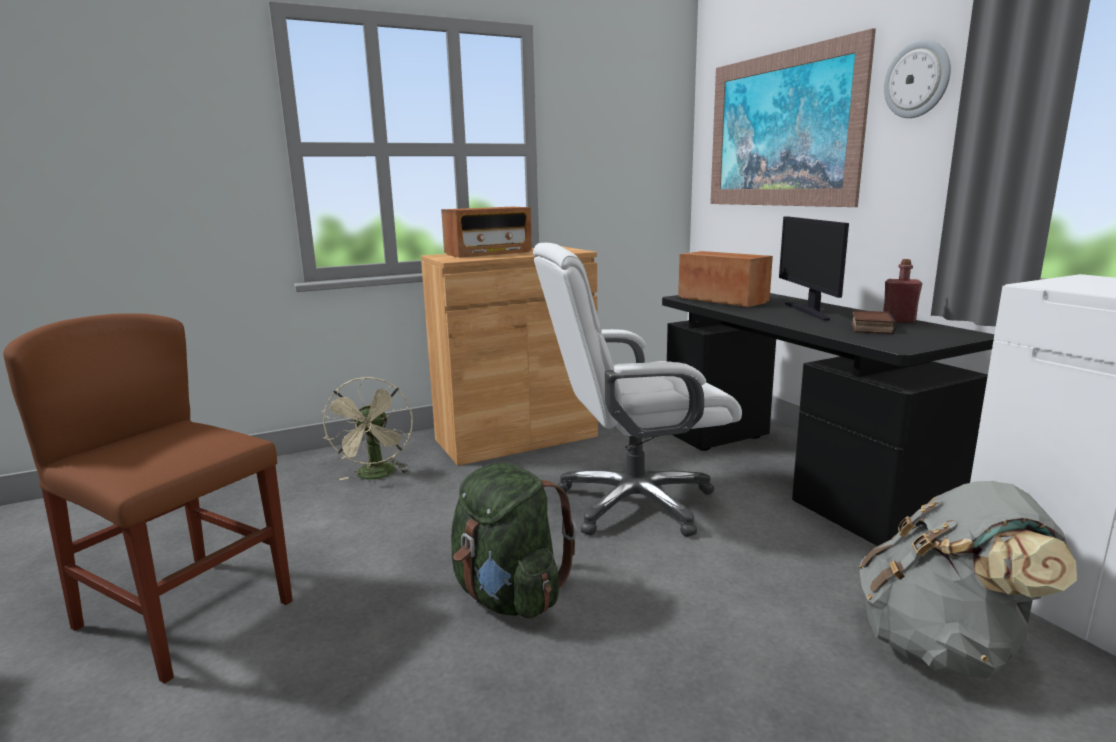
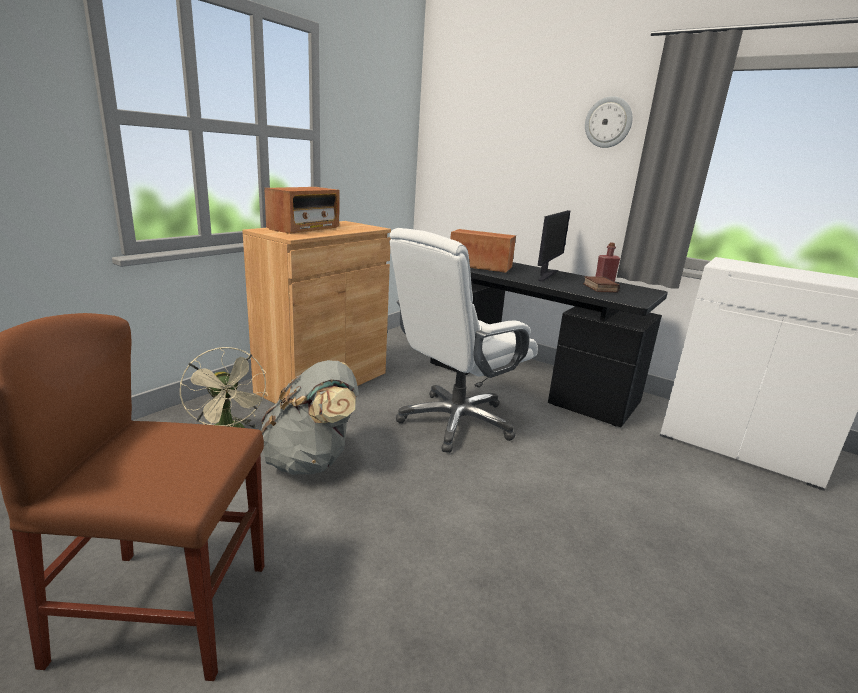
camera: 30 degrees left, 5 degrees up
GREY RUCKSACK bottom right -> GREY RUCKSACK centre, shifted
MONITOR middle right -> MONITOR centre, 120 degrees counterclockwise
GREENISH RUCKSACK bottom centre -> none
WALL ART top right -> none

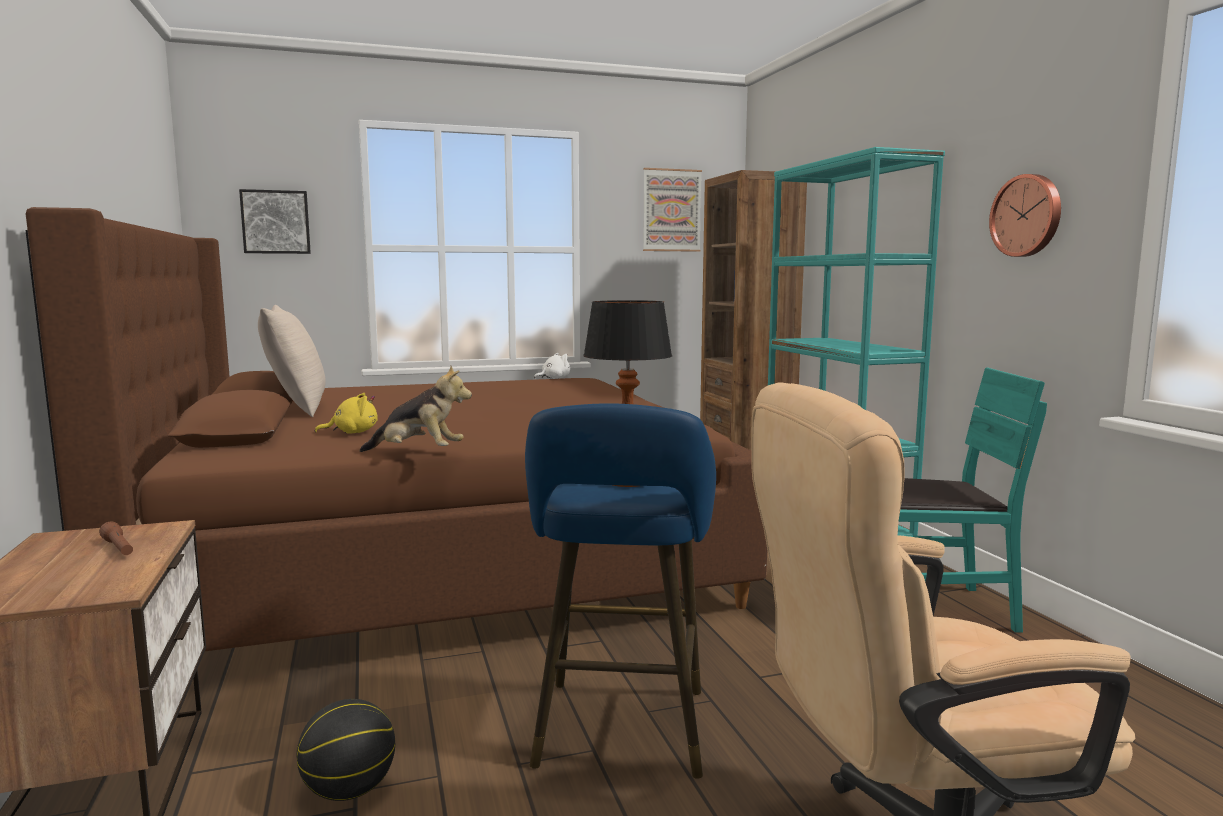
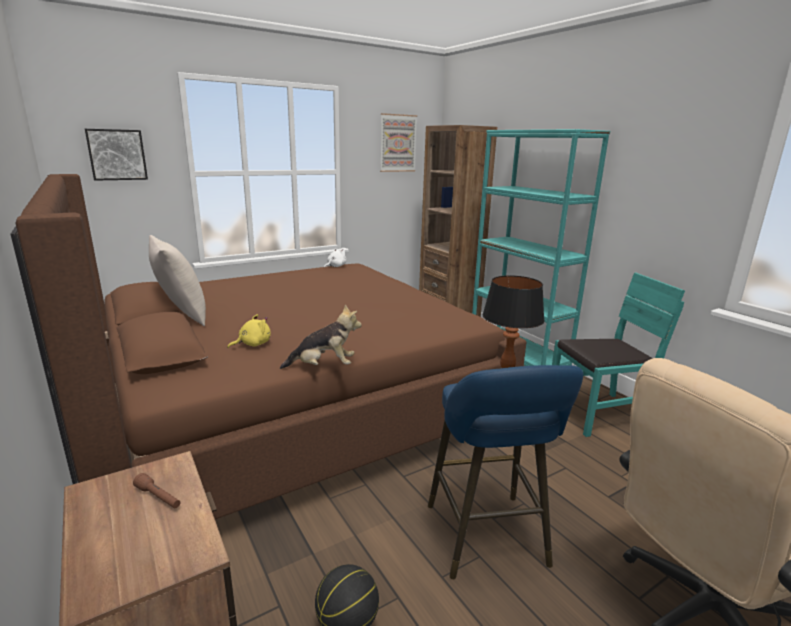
camera: 15 degrees left, 10 degrees up
WALL CLOCK top right -> none

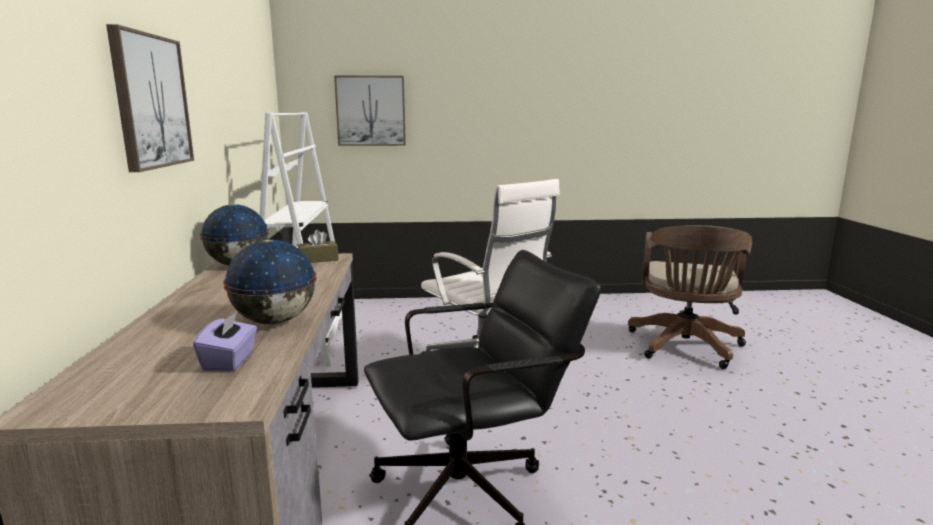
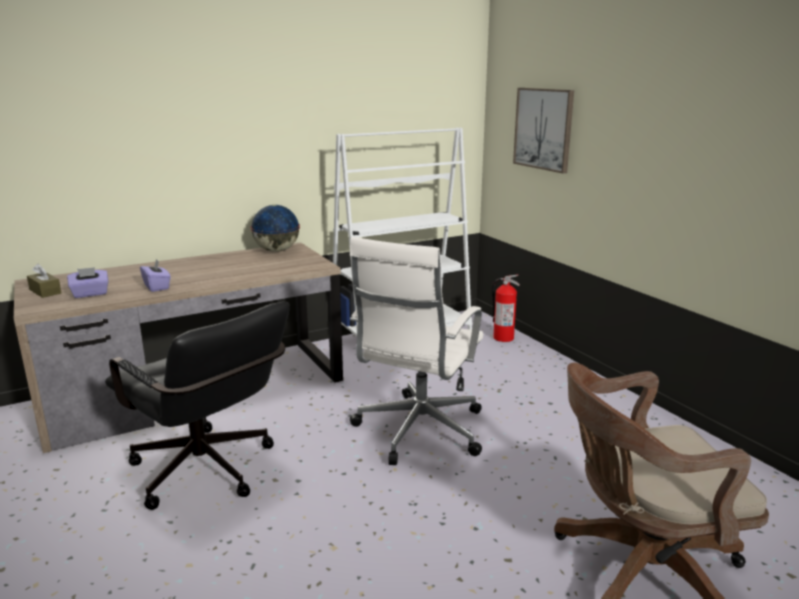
camera: 65 degrees right, 5 degrees up
BROWN-COLOURED TISSUE BOX centre -> BROWN-COLOURED TISSUE BOX middle left, shifted
WORLD GLOBE (no. 2 from left) middle left -> PURPLE TISSUE BOX (no. 2 from left) middle left
none -> FIRE EXTINGUISHER centre
WALL ART (no. 1 from left) top left -> none

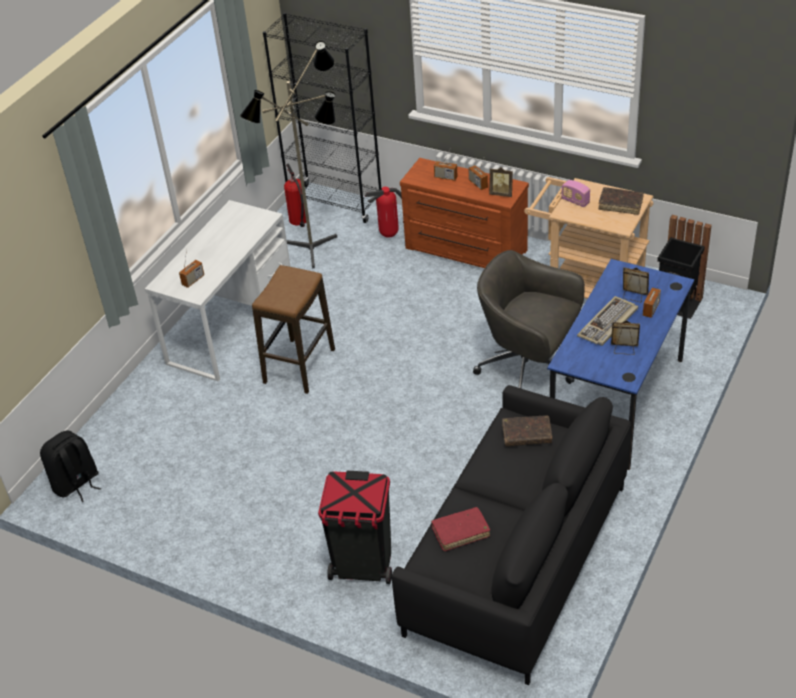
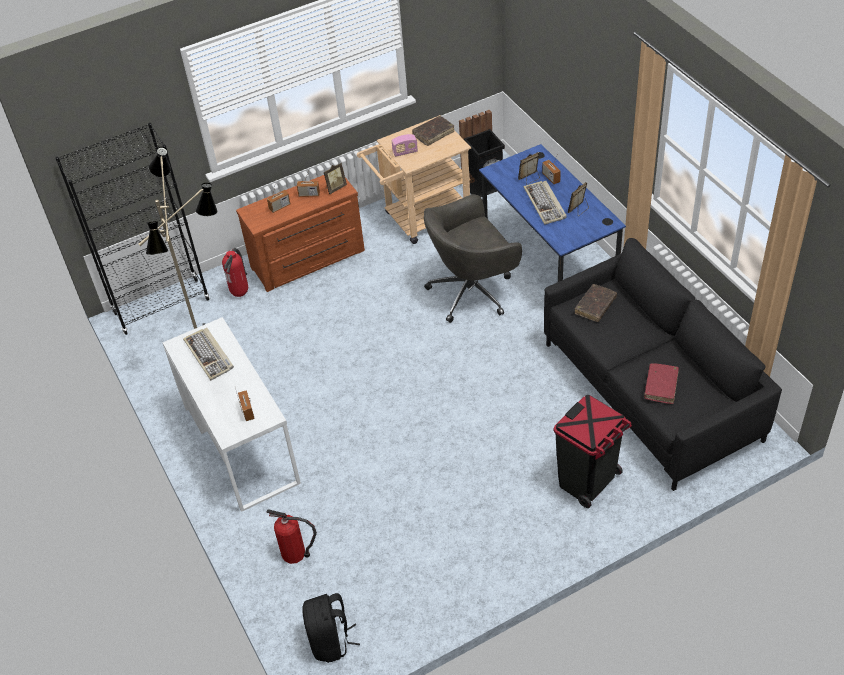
camera: 55 degrees left, 5 degrees up
none -> COMPUTER KEYBOARD (no. 1 from left) middle left
FIRE EXTINGUISHER (no. 1 from left in the first image) top centre -> FIRE EXTINGUISHER (no. 2 from left) bottom centre, shifted
SITTING STOOL centre -> none

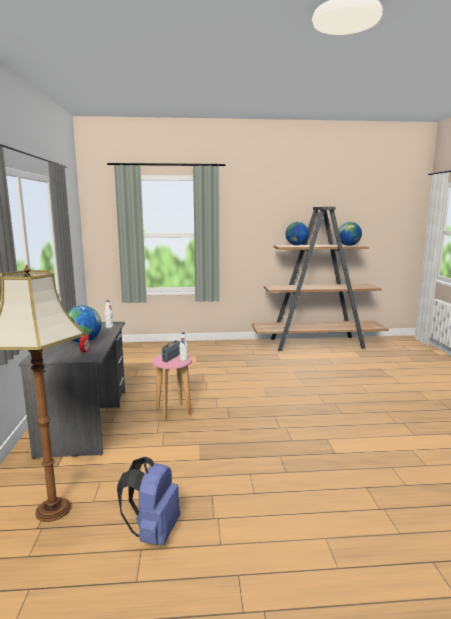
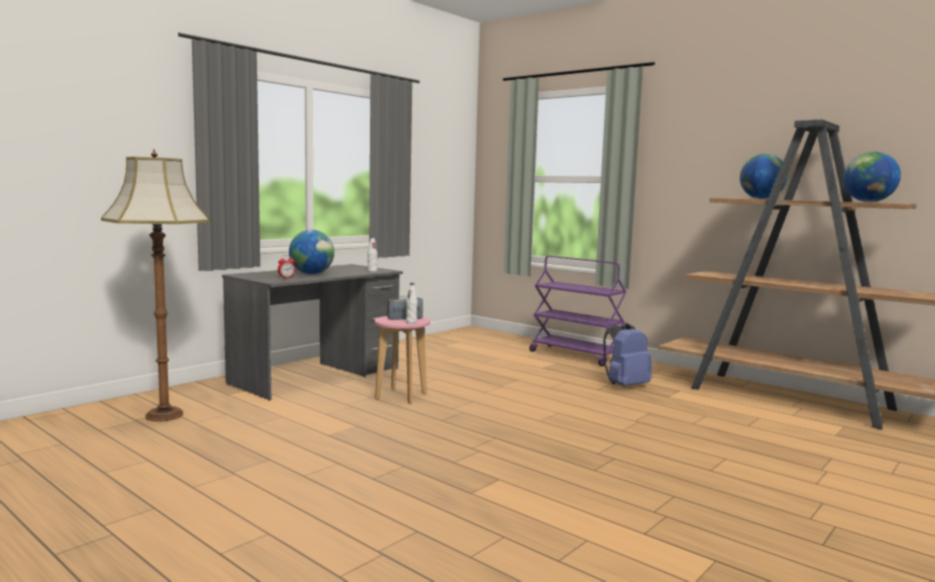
camera: 45 degrees right, 5 degrees down
none -> PURPLE WHEELED CART centre
BLUE-COLOURED RUCKSACK bottom left -> BLUE-COLOURED RUCKSACK middle right, shifted

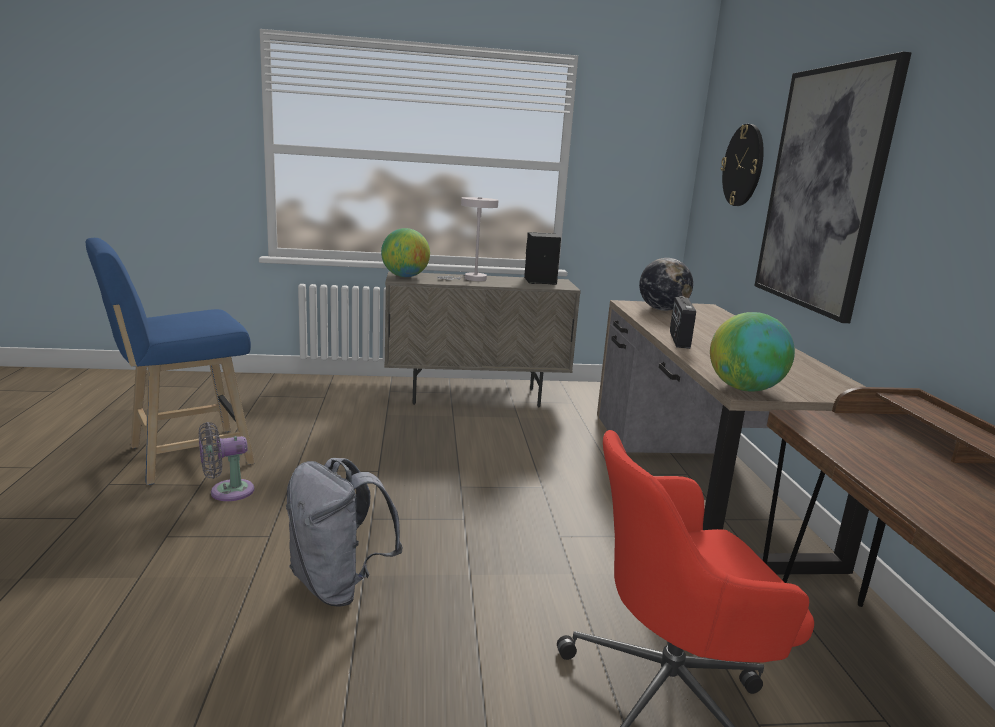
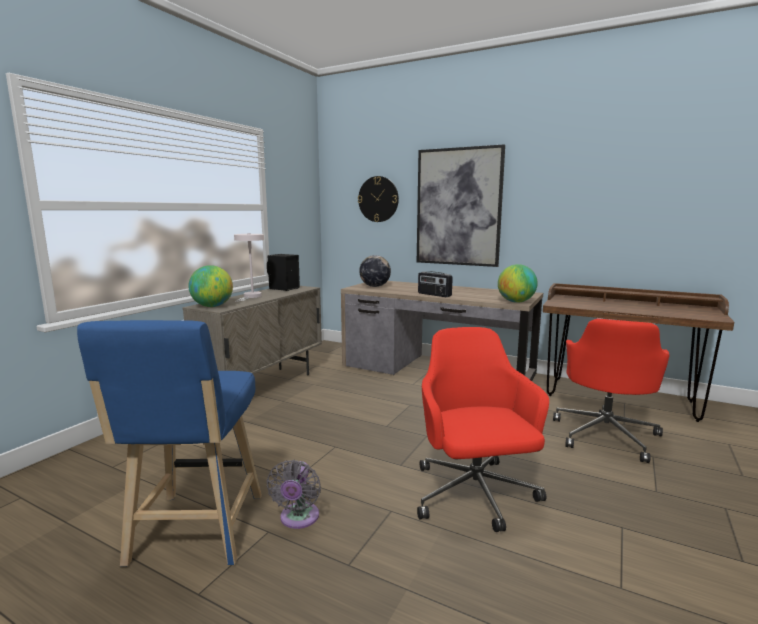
camera: 55 degrees left, 5 degrees down
GREY RUCKSACK bottom centre -> REDDISH COMPUTER CHAIR (no. 1 from left) bottom centre

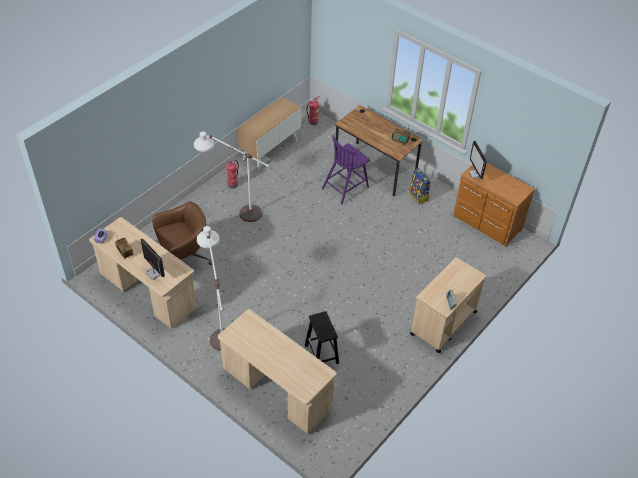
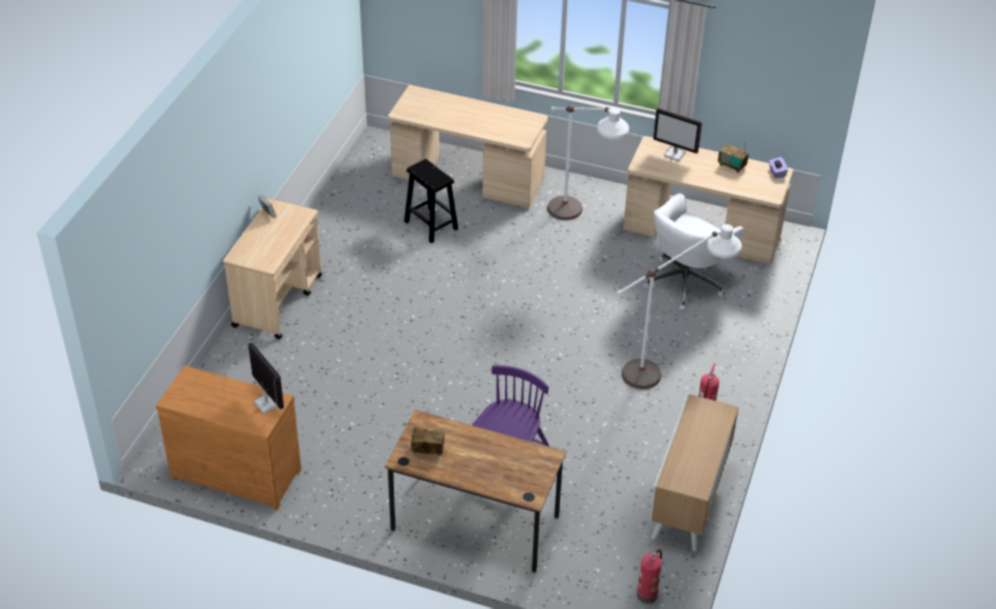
camera: 160 degrees right, 5 degrees down
BROWN-COLOURED COMPUTER CHAIR middle left -> WHITE-COLOURED COMPUTER CHAIR middle right
RUCKSACK centre -> none

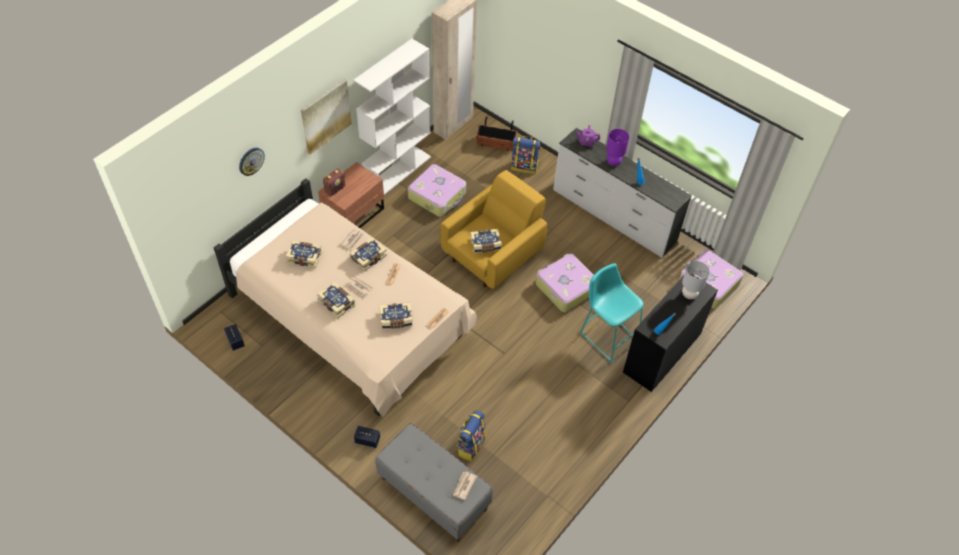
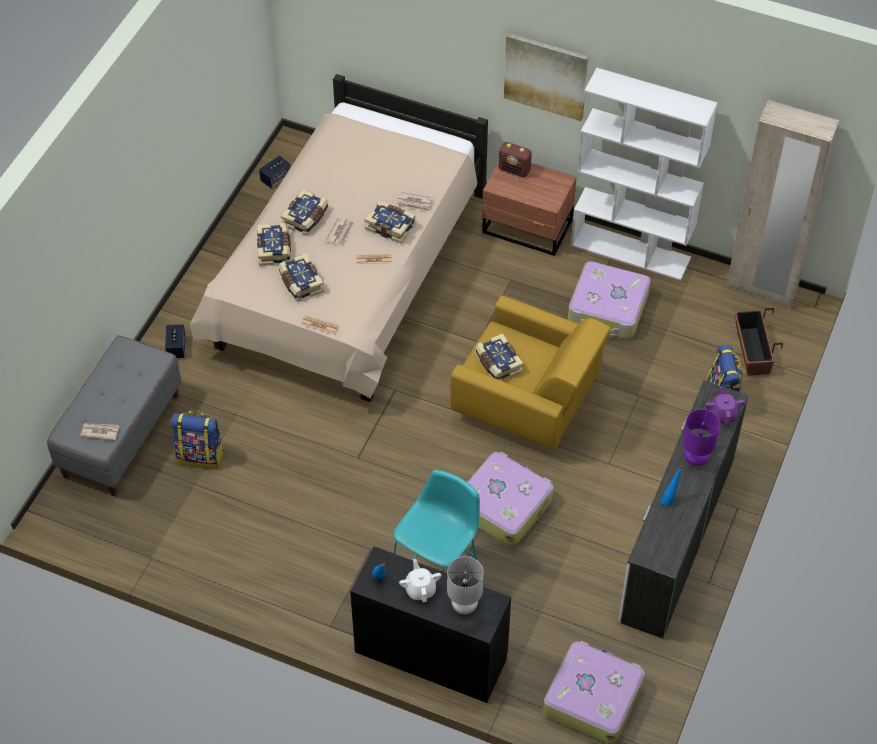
camera: 75 degrees right, 0 degrees up
BOOK (no. 1 from left) middle left -> BOOK (no. 1 from left) top left, shifted
none -> WHITE-COLOURED POT FOR TEA bottom centre
WALL CLOCK top left -> none

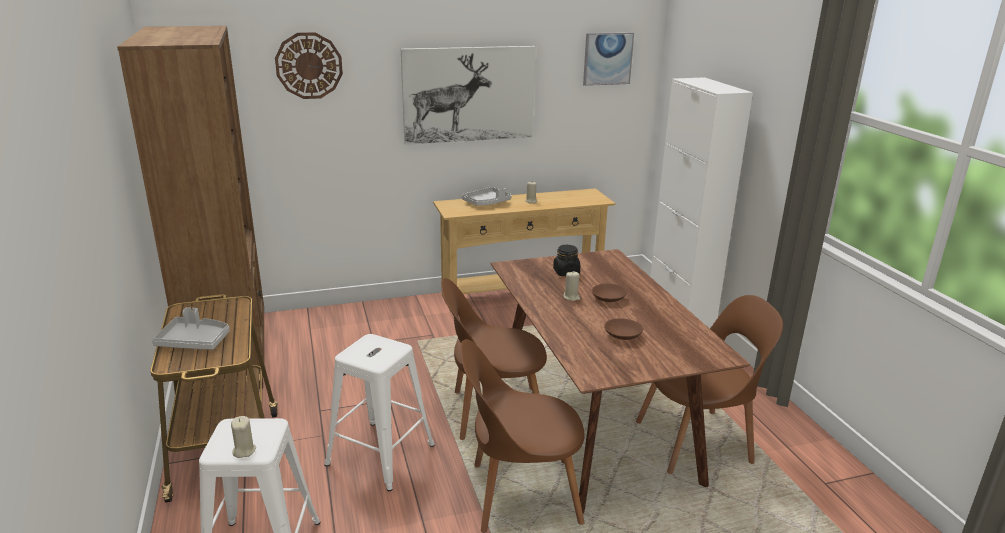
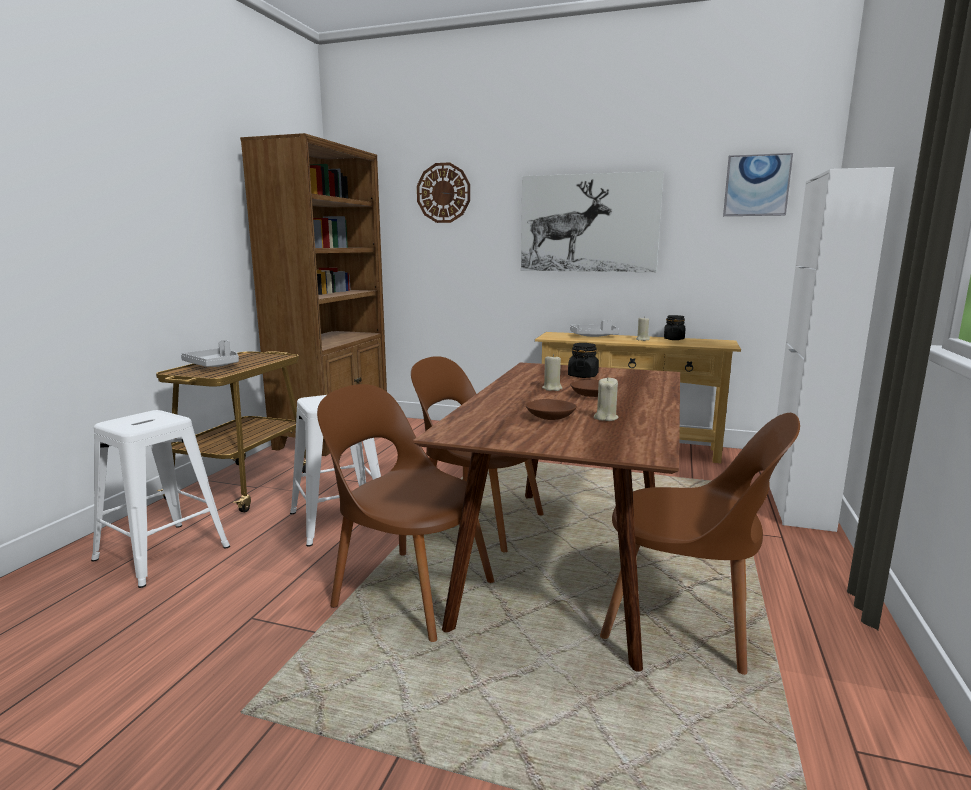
camera: 35 degrees right, 10 degrees down
BEIGE-COLOURED WAX CANDLE (no. 1 from left in the first image) bottom left -> BEIGE-COLOURED WAX CANDLE (no. 2 from left) centre, shifted
none -> BLACKISH JAR (no. 2 from left) middle right

